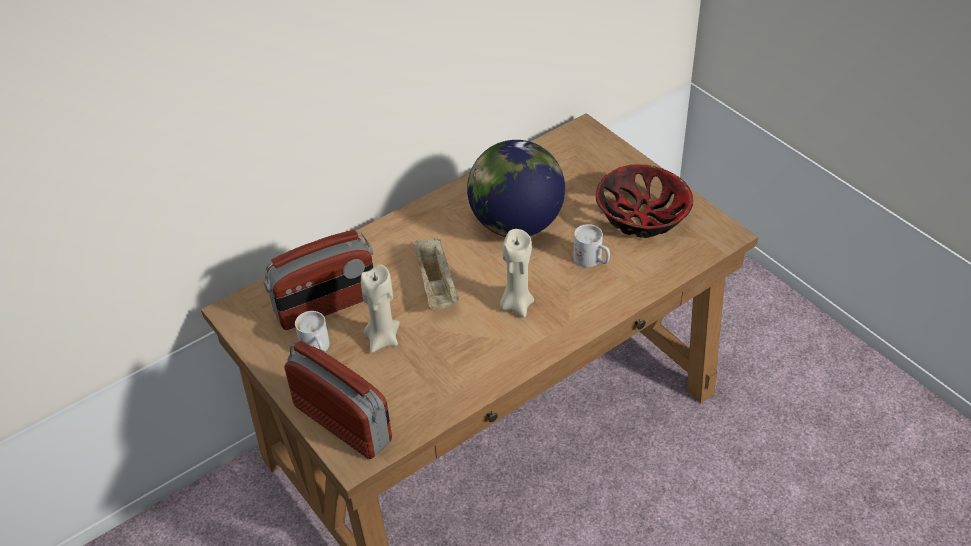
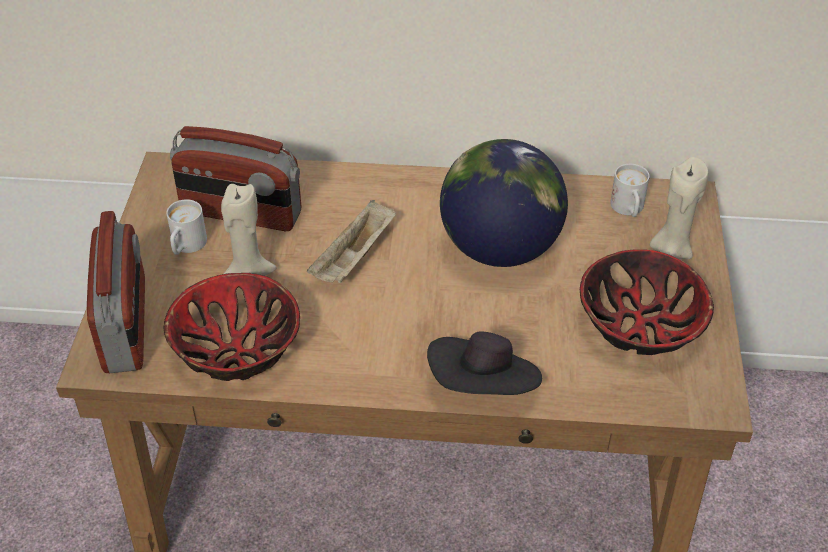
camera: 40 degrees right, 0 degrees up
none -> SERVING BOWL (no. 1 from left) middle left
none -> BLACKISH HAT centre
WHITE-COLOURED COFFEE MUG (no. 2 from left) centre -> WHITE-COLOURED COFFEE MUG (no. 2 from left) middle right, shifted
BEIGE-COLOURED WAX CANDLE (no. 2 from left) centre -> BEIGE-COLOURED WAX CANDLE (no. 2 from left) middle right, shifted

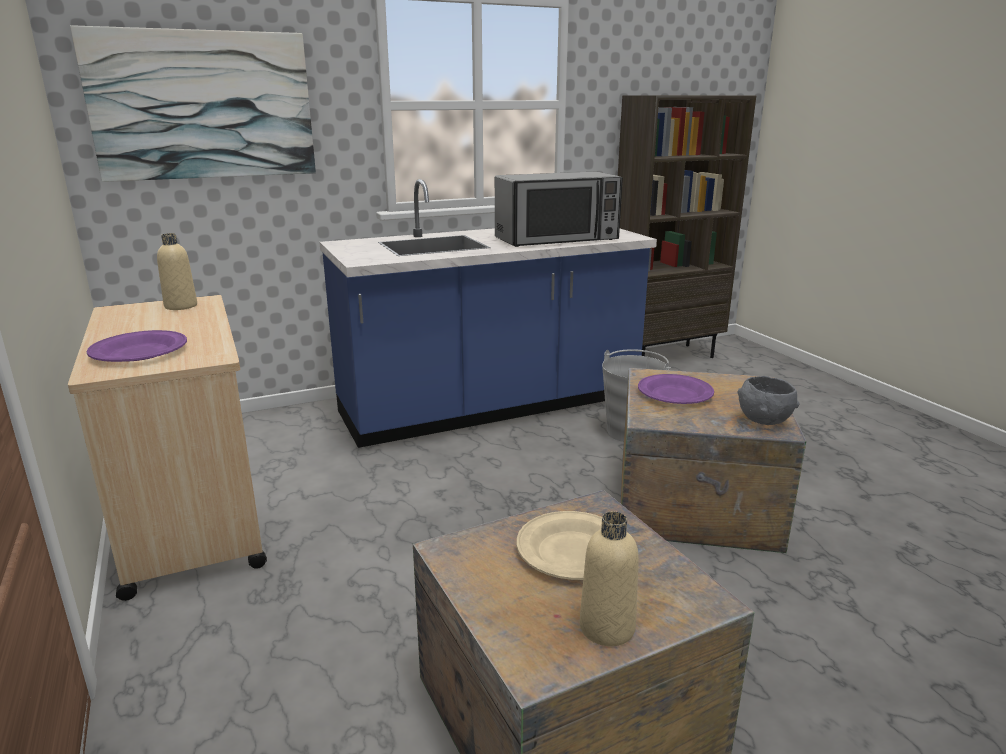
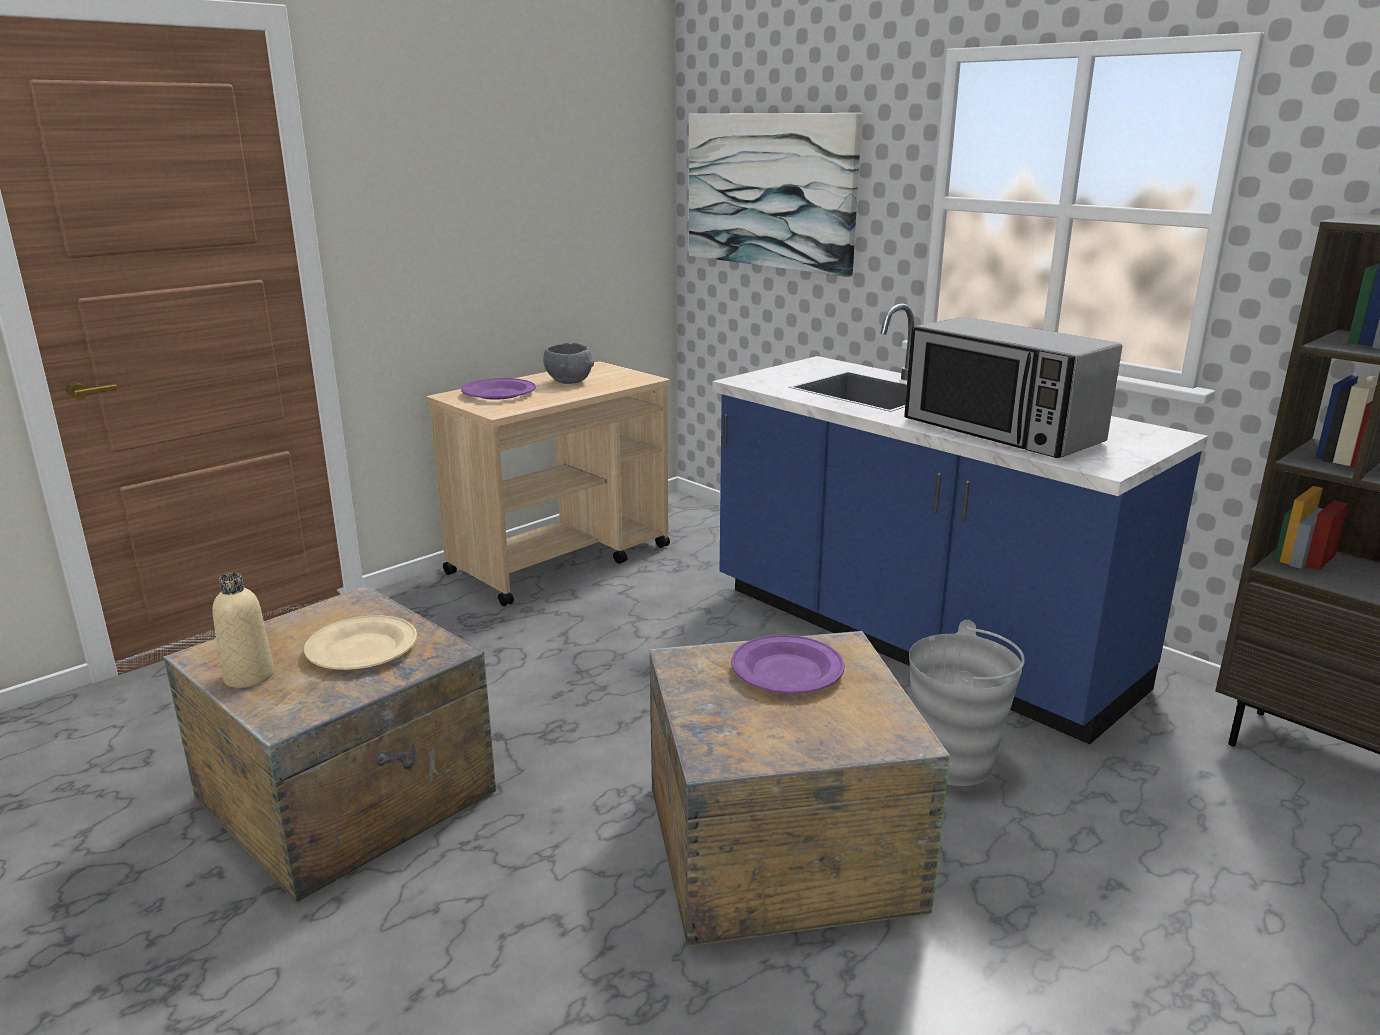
camera: 70 degrees right, 0 degrees up
GREY SERVING BOWL middle right -> GREY SERVING BOWL centre, shifted
BEIGE-COLOURED BEVERAGE BOTTLE (no. 1 from left) middle left -> none

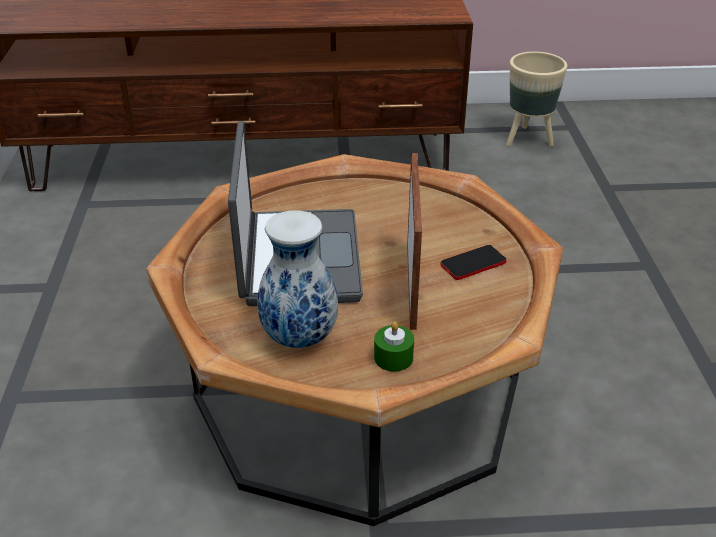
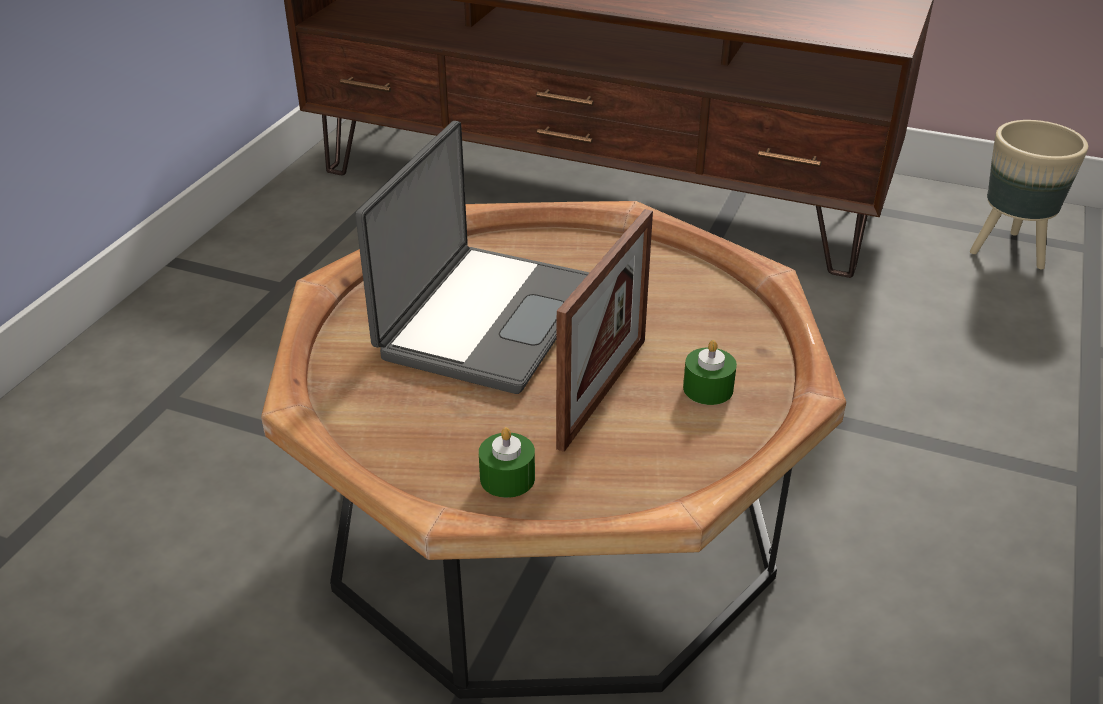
camera: 25 degrees right, 0 degrees up
PHONE centre -> GREENISH WAX CANDLE (no. 2 from left) centre
DECORATIVE VASE centre -> none

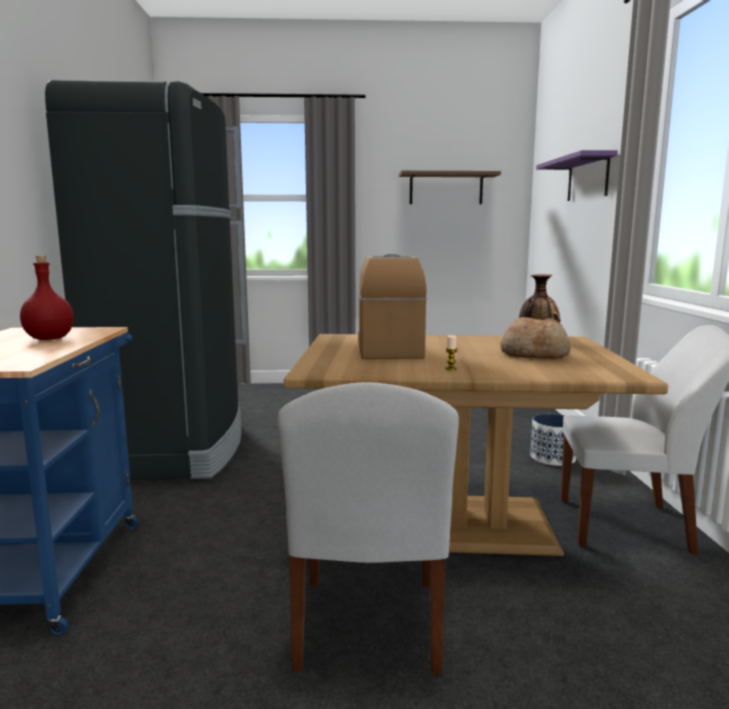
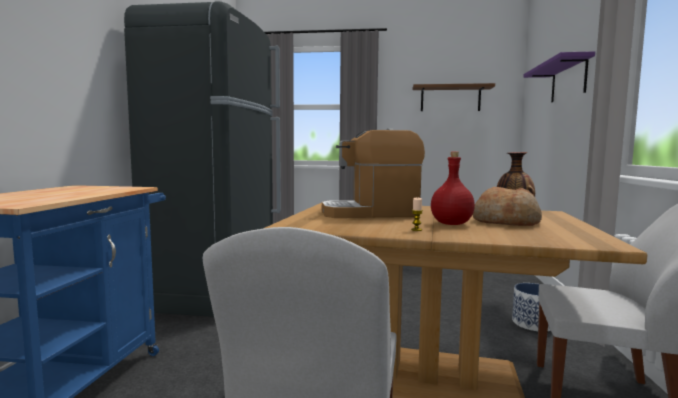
camera: 10 degrees right, 5 degrees down
COFFEE MAKER centre, 105 degrees counterclockwise
REDDISH BEVERAGE BOTTLE middle left -> REDDISH BEVERAGE BOTTLE middle right, shifted

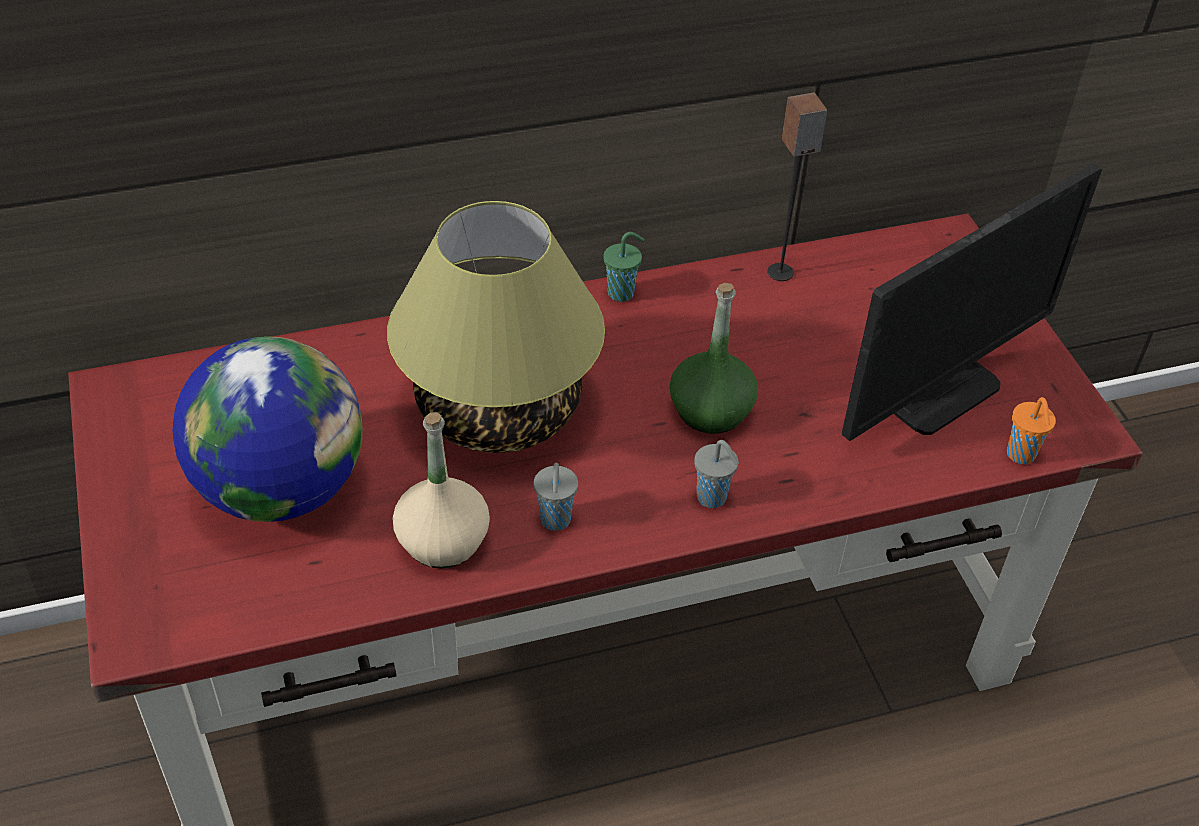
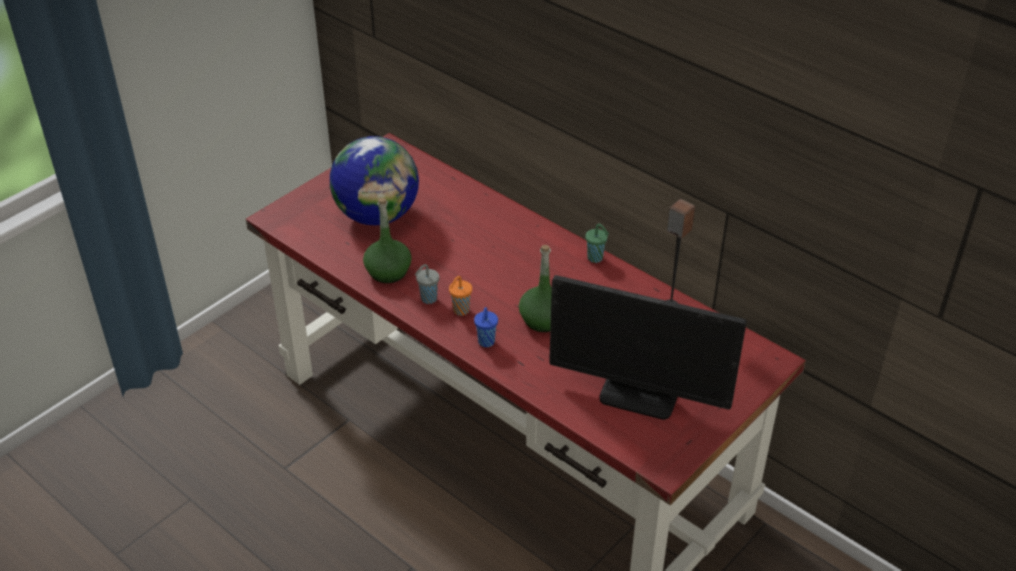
camera: 60 degrees right, 5 degrees down
BEIGE-COLOURED BEVERAGE BOTTLE centre -> GREENISH BEVERAGE BOTTLE (no. 1 from left) centre
ORANGE SMALL CUP middle right -> ORANGE SMALL CUP centre, shifted
GREY SMALL CUP (no. 2 from left) centre -> BLUE-COLOURED SMALL CUP centre
LAMP FOR A TABLE centre -> none

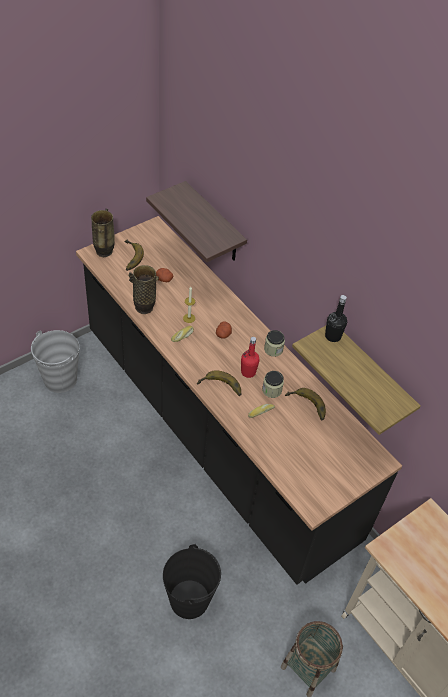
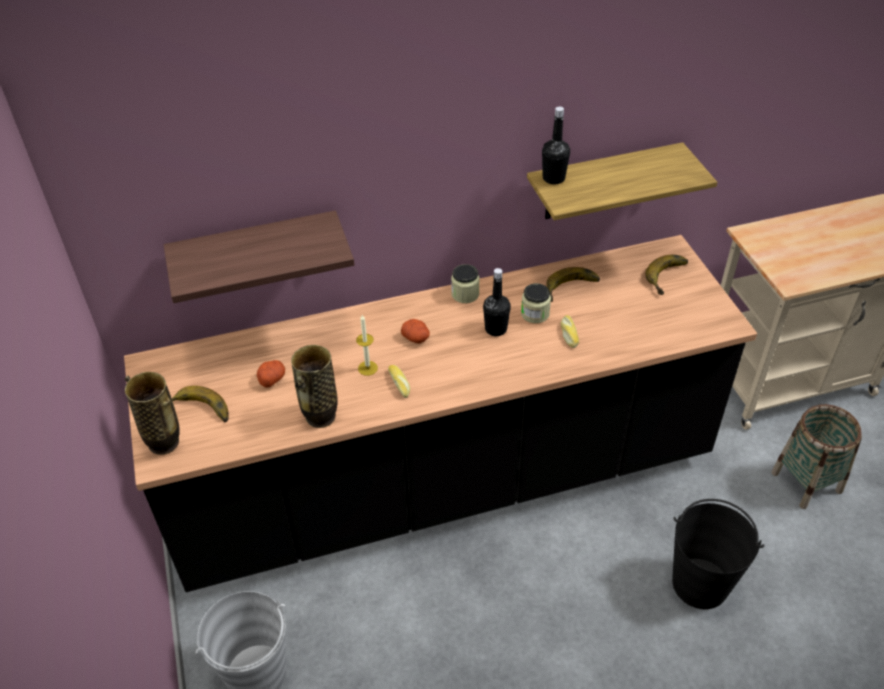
camera: 65 degrees left, 5 degrees down
REDDISH BEVERAGE BOTTLE centre -> BLACKISH BEVERAGE BOTTLE (no. 1 from left) centre
BANANA (no. 2 from left in the first image) centre -> BANANA (no. 3 from left) middle right, shifted

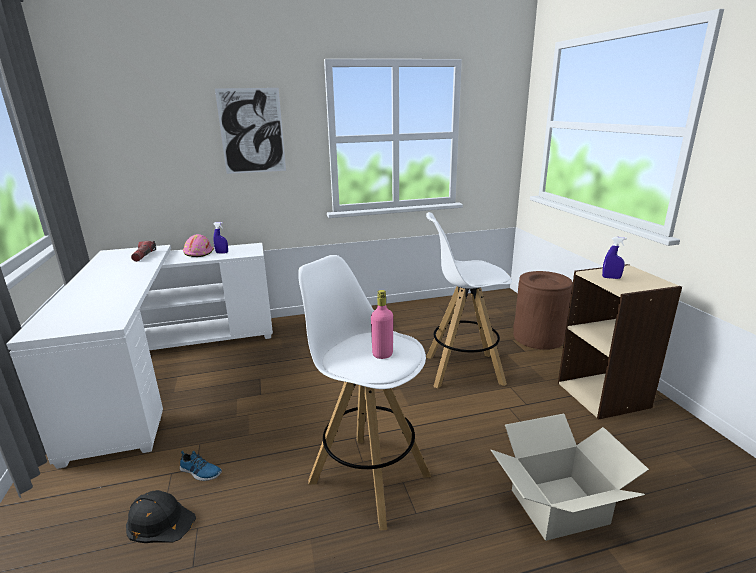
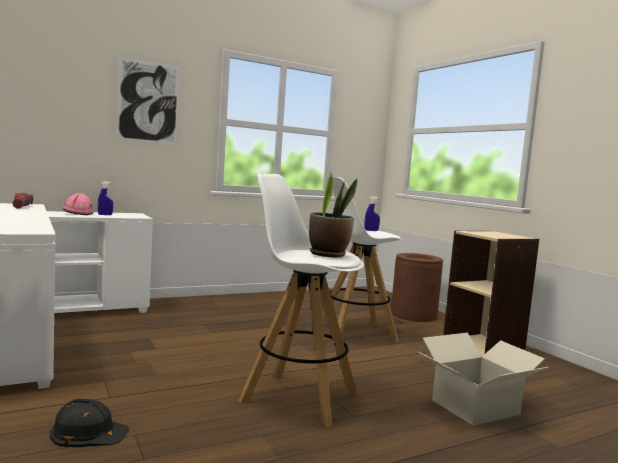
camera: 15 degrees left, 15 degrees down
PINK-COLOURED BEVERAGE BOTTLE centre -> POTTED PLANT centre
BLUE-COLOURED HAND SPRAYER (no. 2 from left) middle right -> BLUE-COLOURED HAND SPRAYER (no. 2 from left) centre, shifted
LOW SHOE bottom left -> none

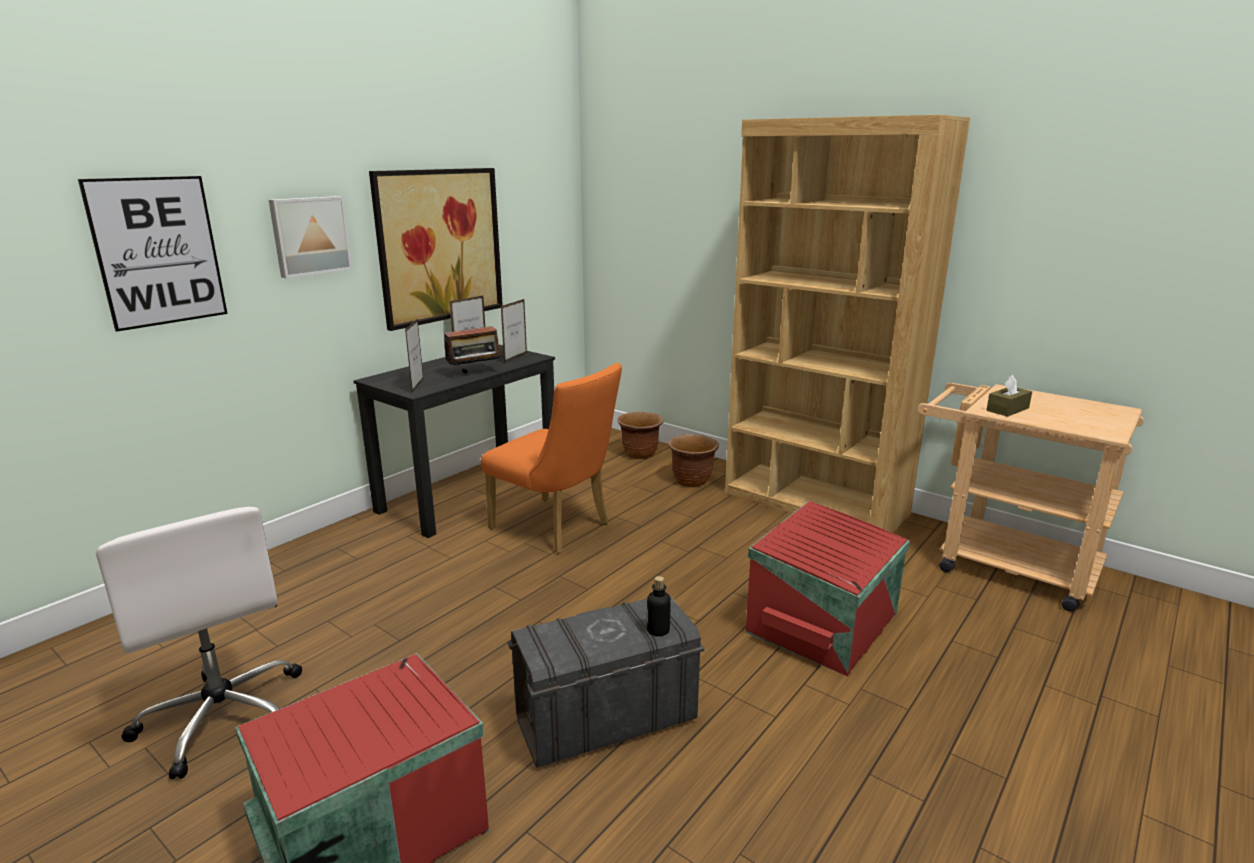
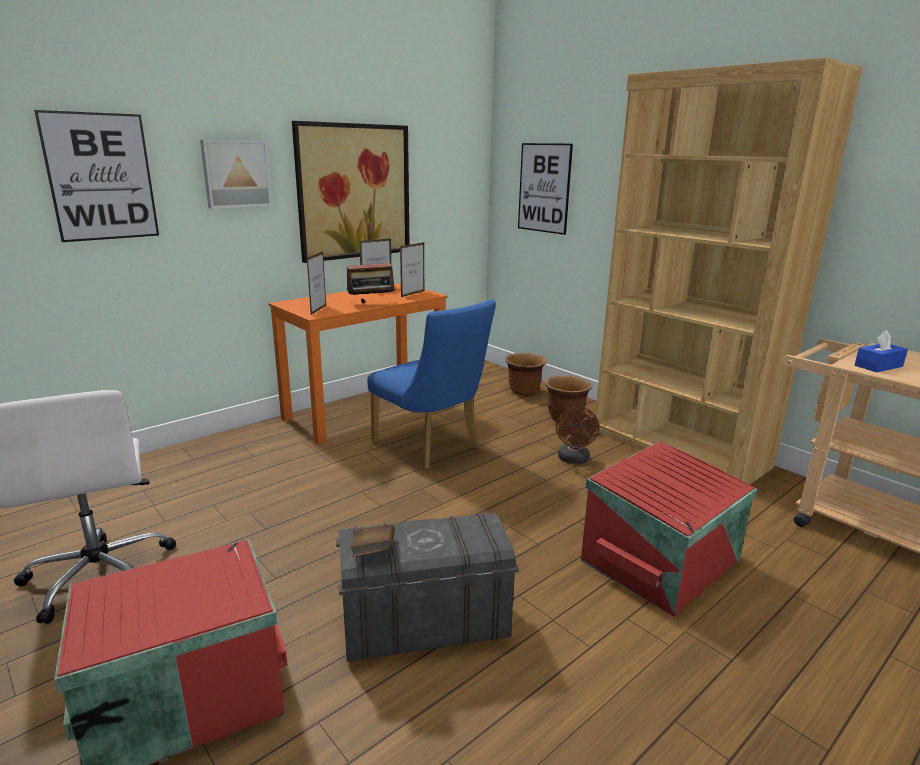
camera: 10 degrees right, 0 degrees up
BLACKISH DESK TABLE centre -> ORANGE DESK TABLE centre
none -> BROWN-COLOURED BOOK bottom centre
ORANGE PLAIN CHAIR centre -> BLUE-COLOURED PLAIN CHAIR centre
none -> WALL ART (no. 4 from left) top centre
none -> BROWN-COLOURED ELECTRIC FAN centre
BROWN-COLOURED TISSUE BOX middle right -> BLUE-COLOURED TISSUE BOX middle right
BEVERAGE BOTTLE bottom centre -> none

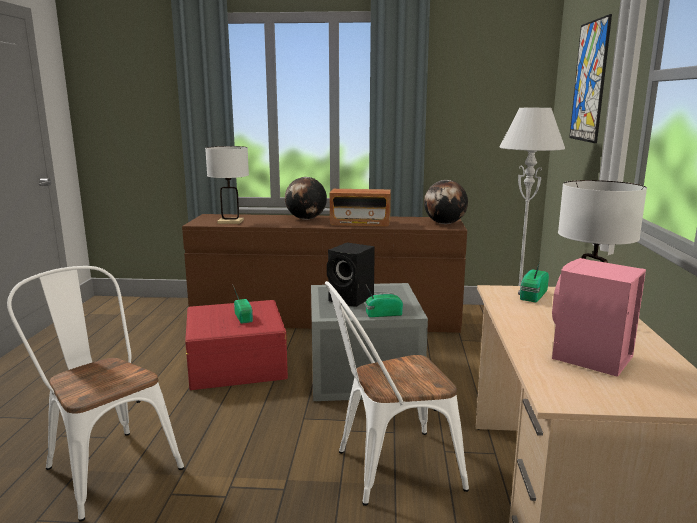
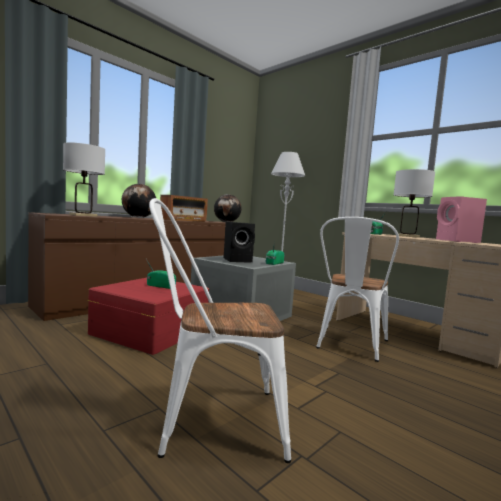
camera: 50 degrees left, 10 degrees down
WALL ART top right -> none

